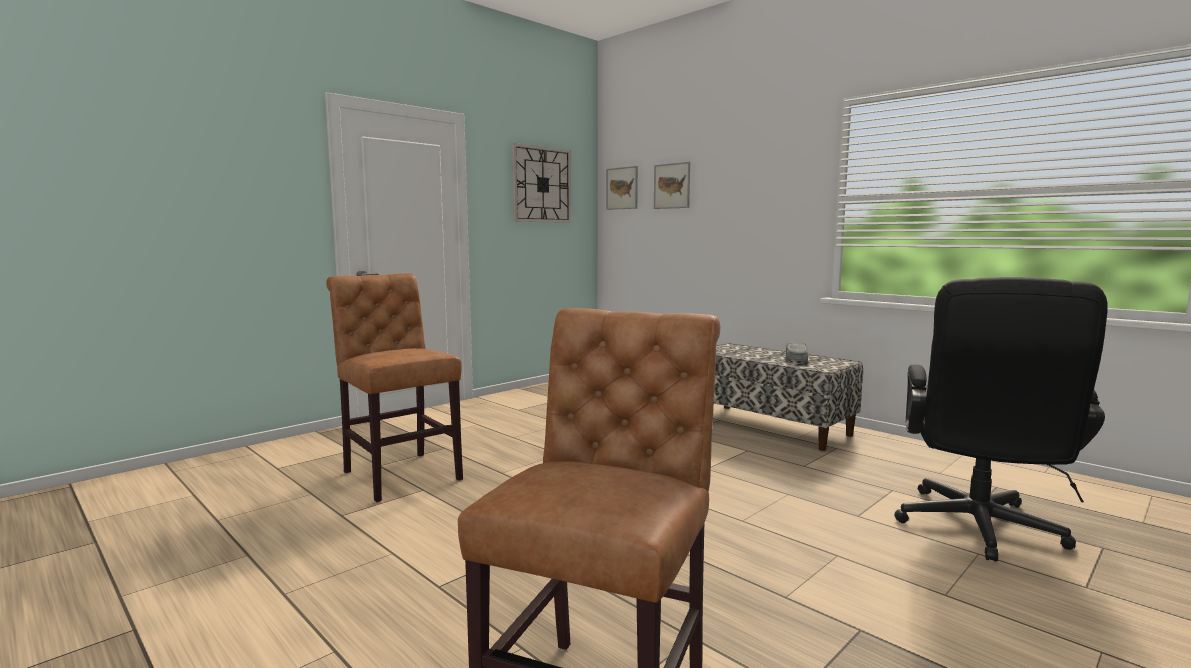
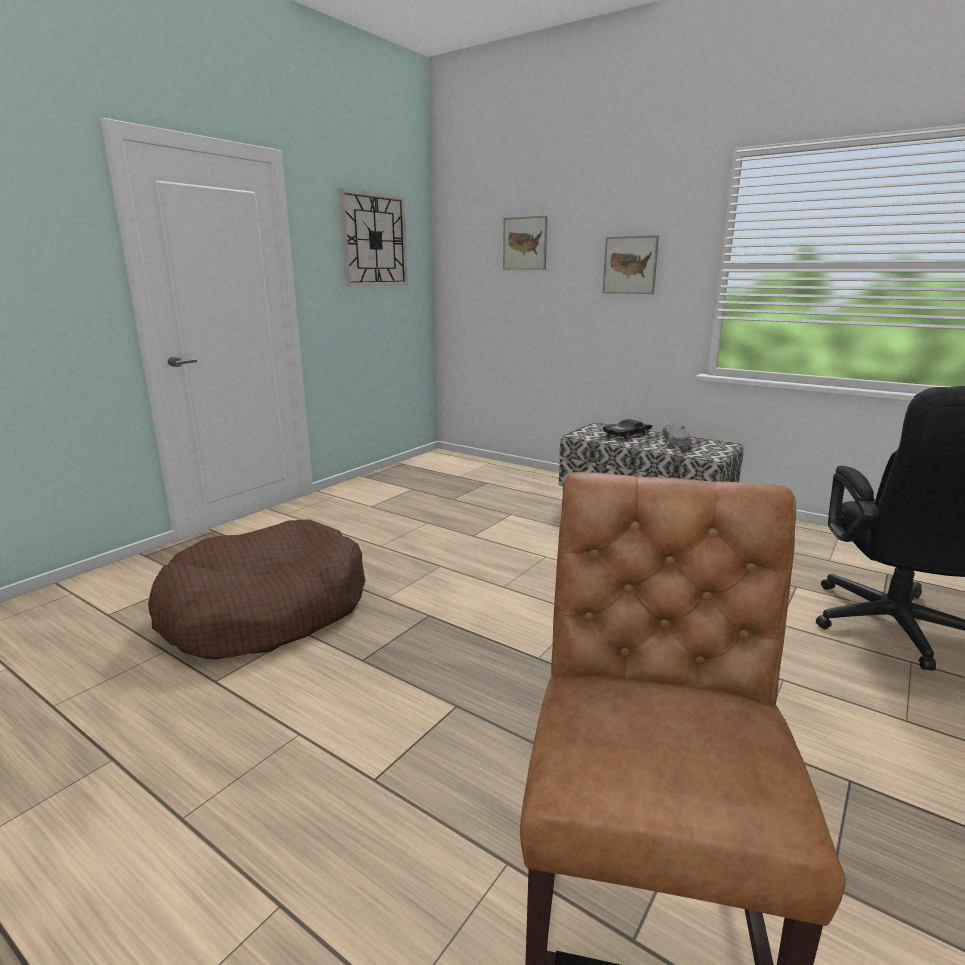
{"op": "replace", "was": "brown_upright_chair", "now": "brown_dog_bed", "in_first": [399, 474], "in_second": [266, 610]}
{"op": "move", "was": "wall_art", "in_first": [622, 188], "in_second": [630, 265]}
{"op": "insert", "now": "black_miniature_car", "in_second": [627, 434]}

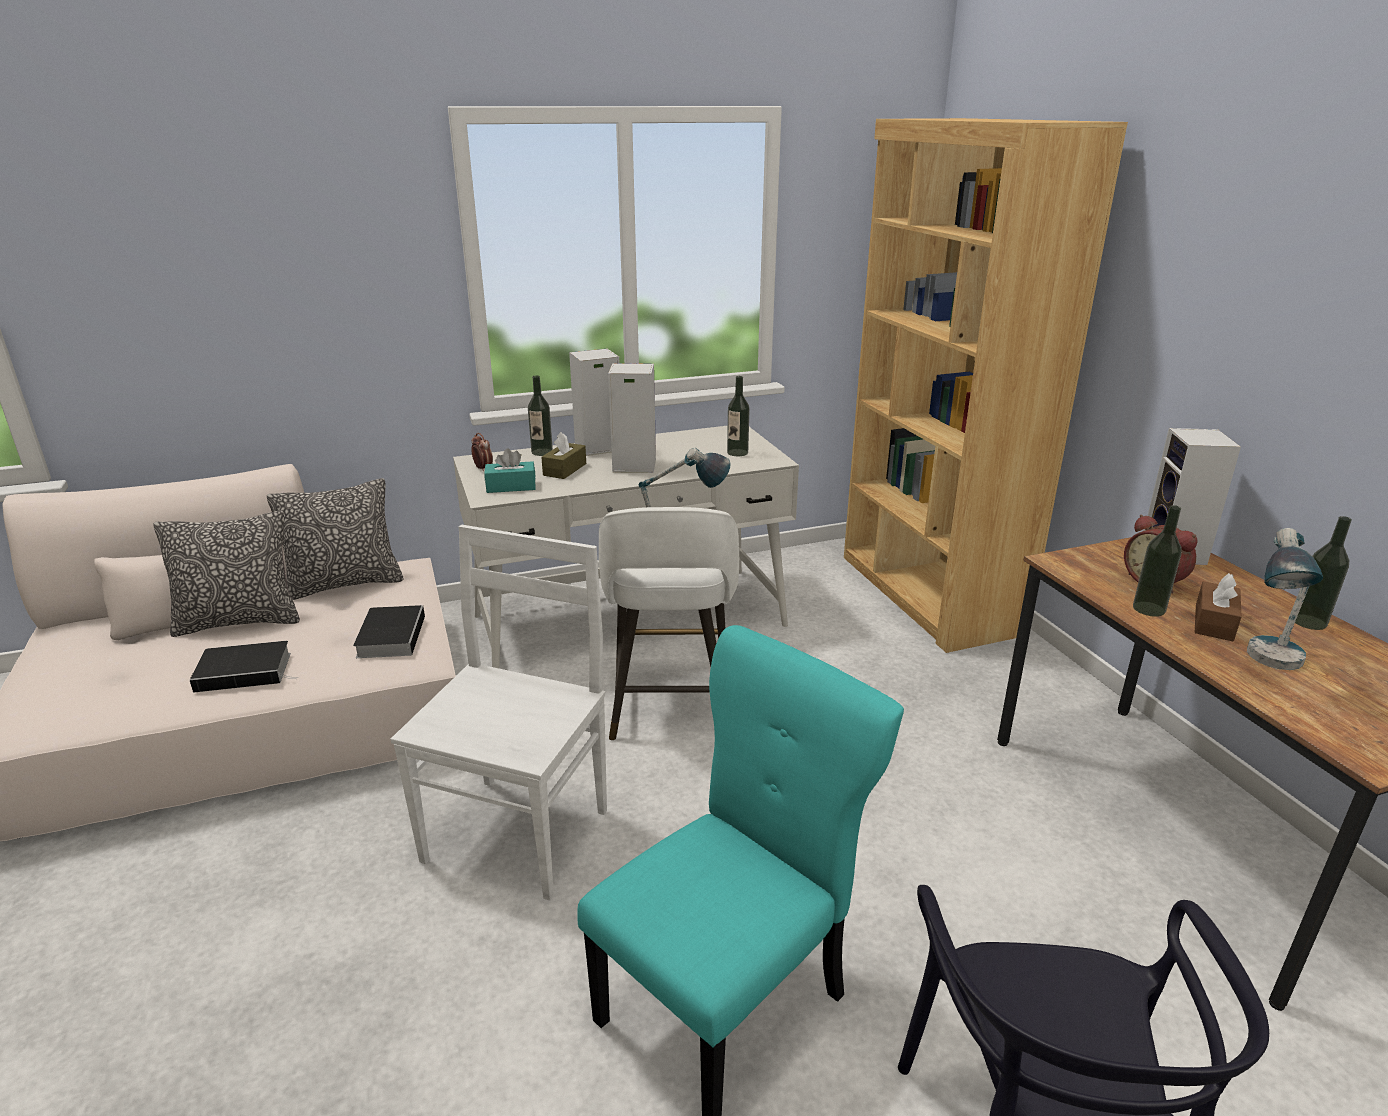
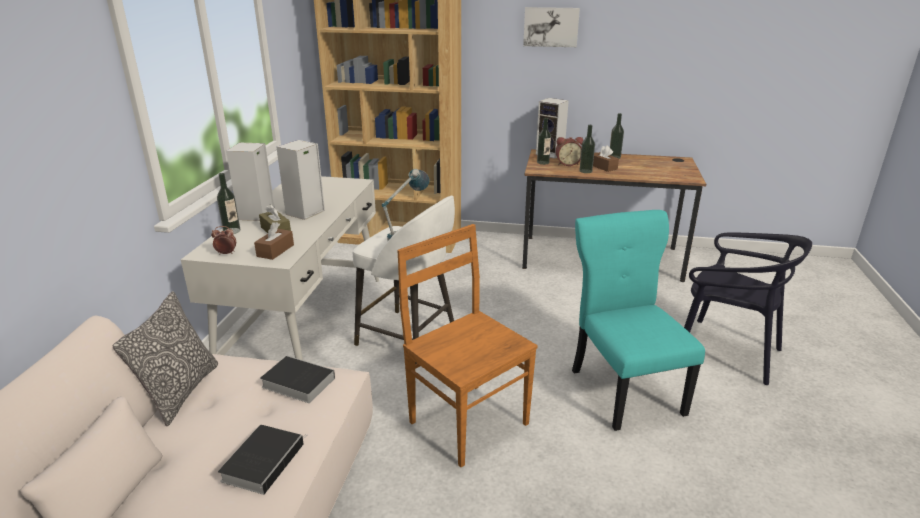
{"op": "recolor", "was": "turquoise-coloured_tissue_box", "now": "brown_tissue_box", "in_first": [511, 486], "in_second": [275, 250]}
{"op": "recolor", "was": "whitish_upright_chair", "now": "brown_upright_chair", "in_first": [519, 832], "in_second": [466, 421]}
{"op": "insert", "now": "wall_art", "in_second": [551, 27]}
{"op": "move", "was": "drink_bottle", "in_first": [737, 452], "in_second": [543, 162]}
{"op": "delete", "was": "cushion", "in_first": [239, 621]}
{"op": "delete", "was": "lamp_for_a_table", "in_first": [1268, 665]}

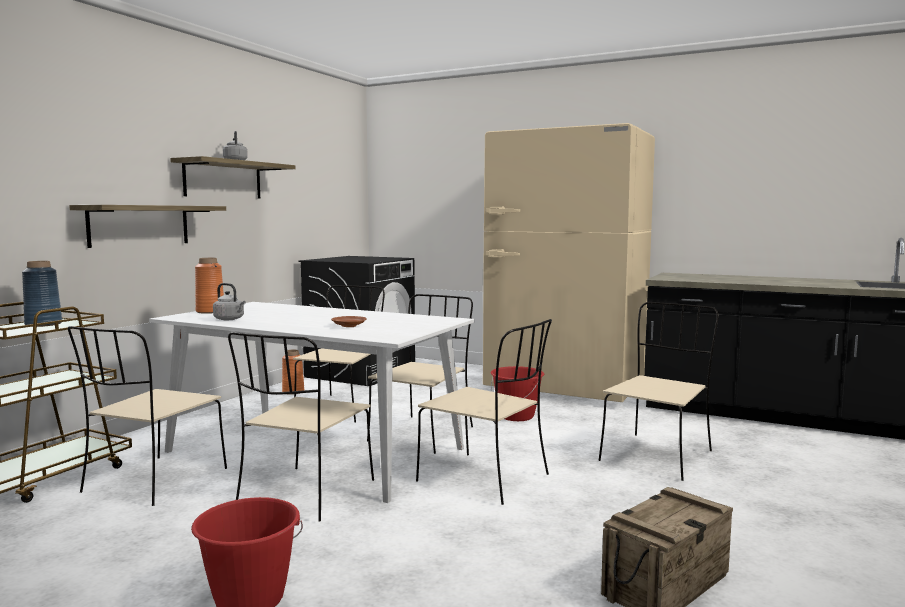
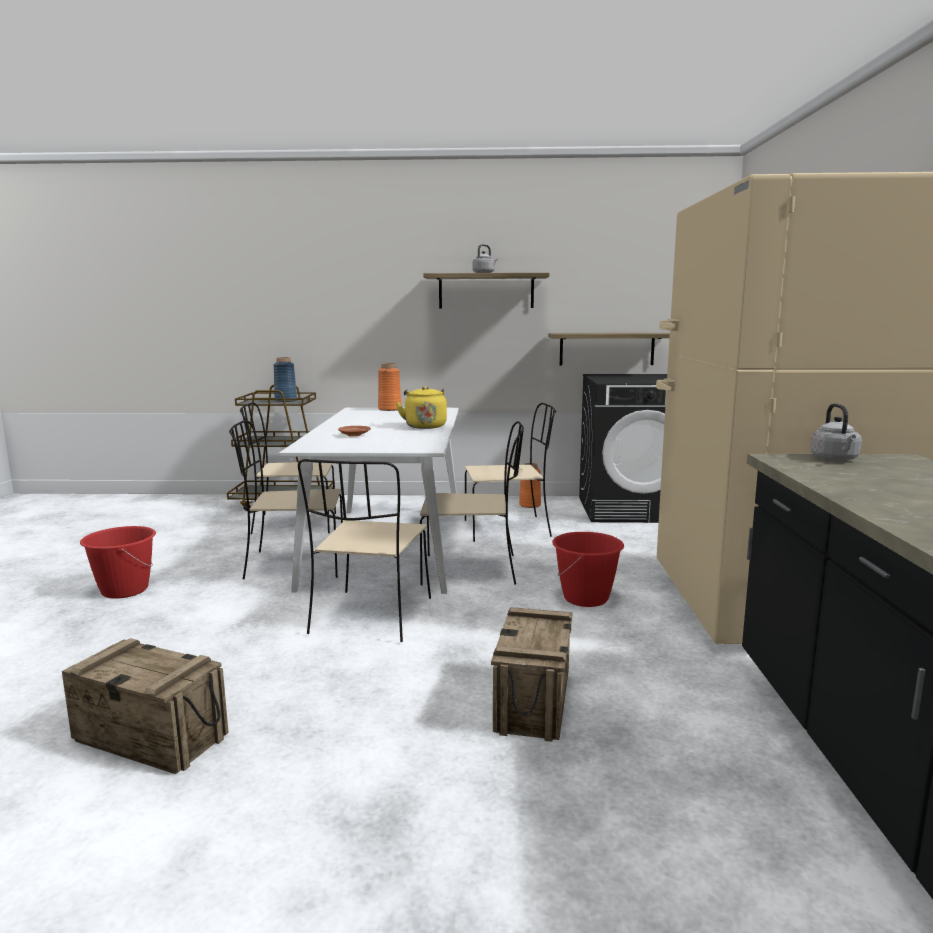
{"op": "insert", "now": "yellow_water_kettle", "in_second": [425, 426]}
{"op": "replace", "was": "beige-coloured_upright_chair", "now": "crate", "in_first": [657, 455], "in_second": [534, 701]}
{"op": "move", "was": "shelf", "in_first": [139, 225], "in_second": [606, 349]}
{"op": "move", "was": "gray_water_kettle", "in_first": [230, 319], "in_second": [835, 459]}

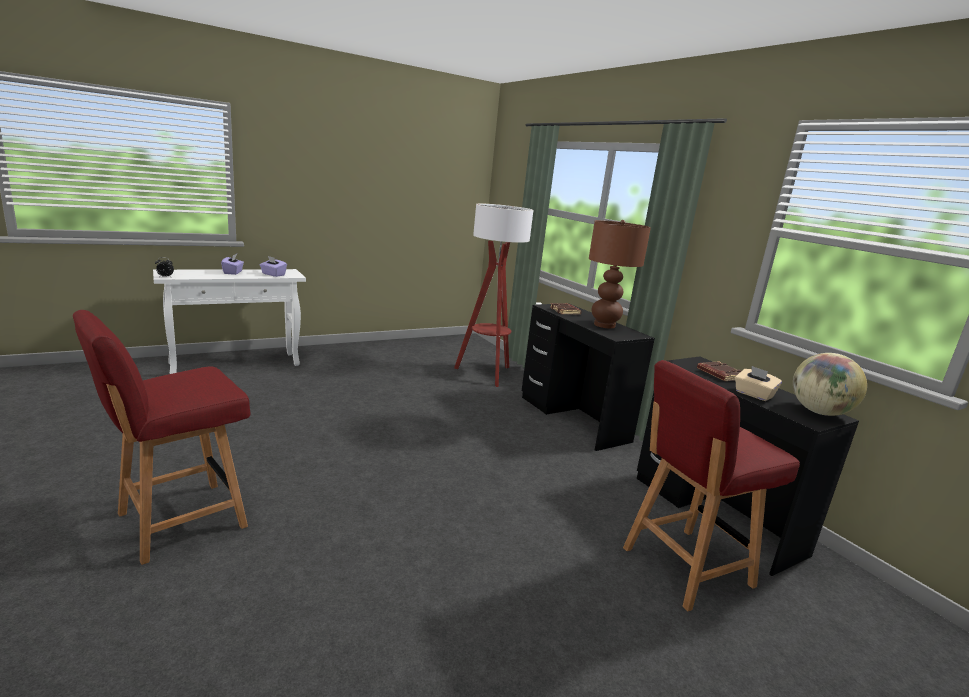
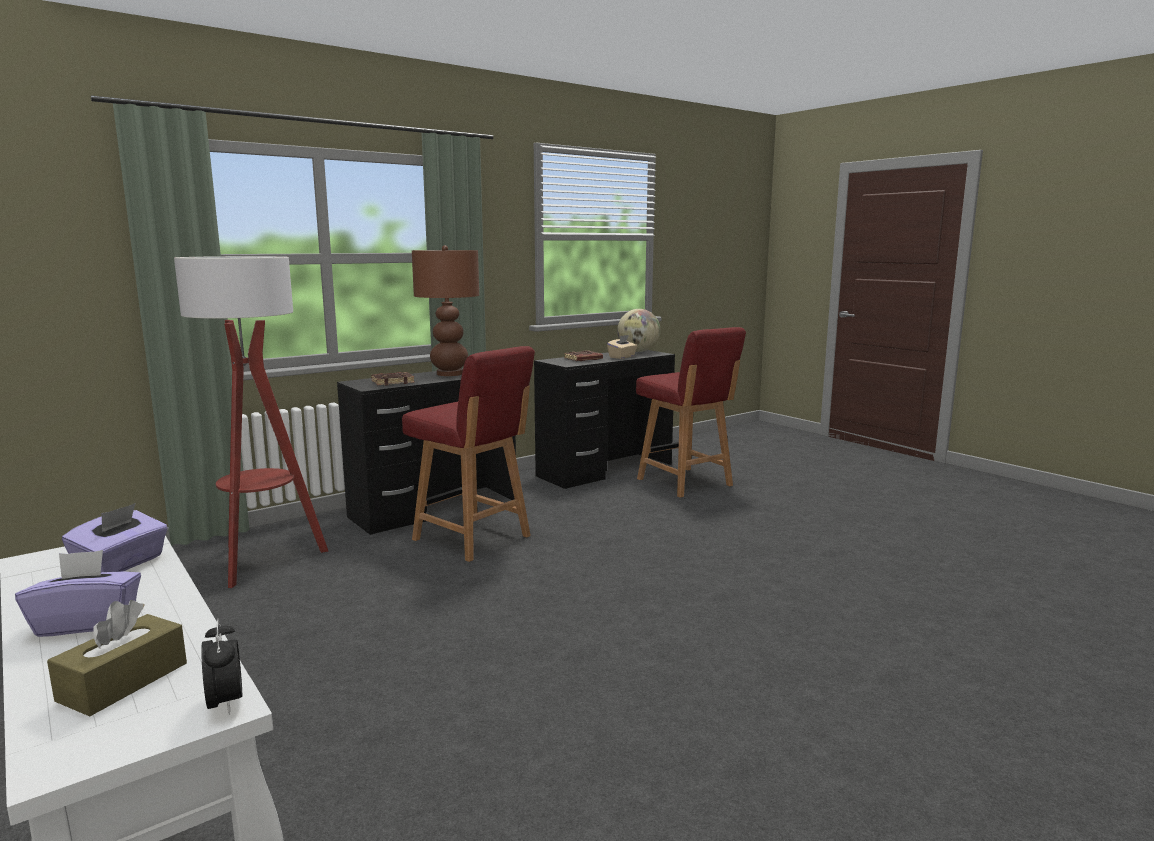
{"op": "insert", "now": "brown_tissue_box", "in_second": [123, 682]}
{"op": "move", "was": "red-coloured_upright_chair", "in_first": [178, 521], "in_second": [473, 538]}

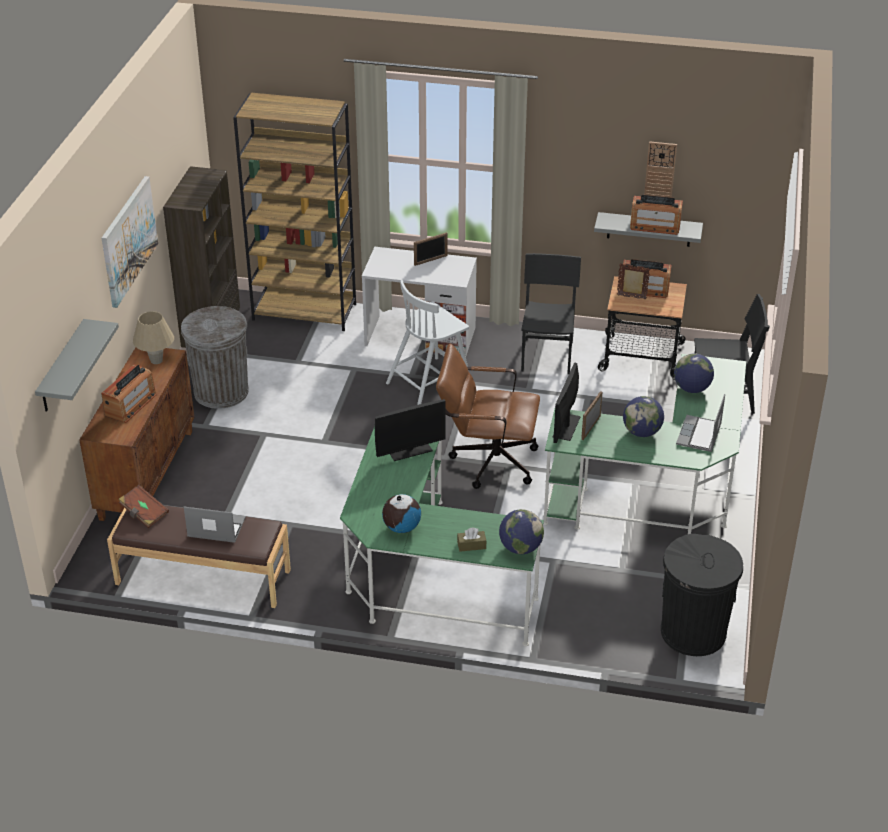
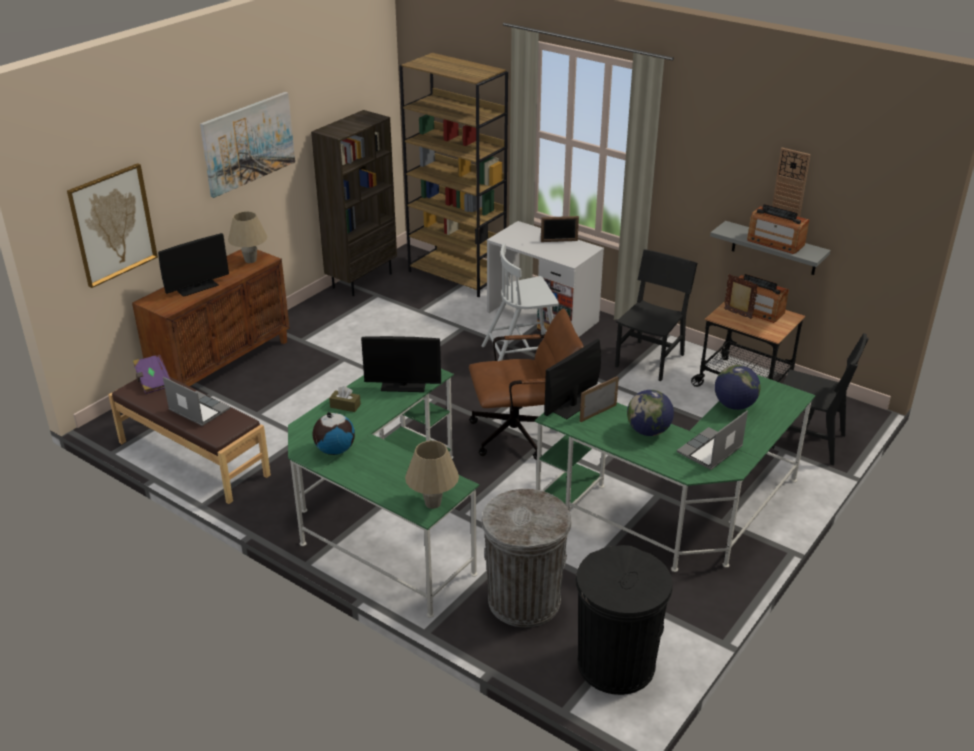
{"op": "replace", "was": "gray_shelf", "now": "wall_art", "in_first": [62, 367], "in_second": [112, 225]}
{"op": "recolor", "was": "brown_volume", "now": "purple-coloured_volume", "in_first": [144, 513], "in_second": [153, 381]}
{"op": "replace", "was": "radio_set", "now": "computer_screen", "in_first": [131, 405], "in_second": [197, 287]}
{"op": "move", "was": "brown_tissue_box", "in_first": [471, 545], "in_second": [345, 406]}
{"op": "replace", "was": "desk_globe", "now": "beige-coloured_lamp_for_a_table", "in_first": [520, 548], "in_second": [433, 503]}
{"op": "rotate", "was": "brown_computer_chair", "in_first": [487, 461], "in_second": [523, 434], "clockwise": 135}
{"op": "move", "was": "gray_trash_can", "in_first": [221, 391], "in_second": [524, 600]}

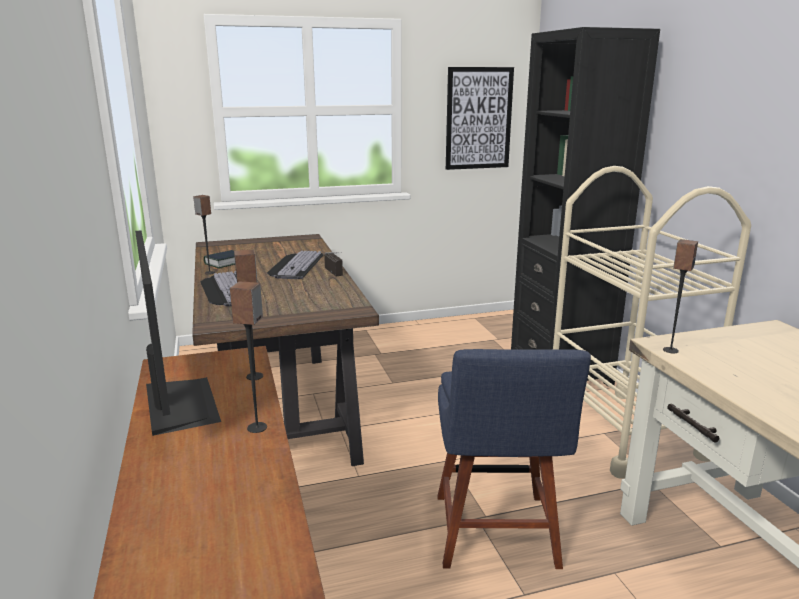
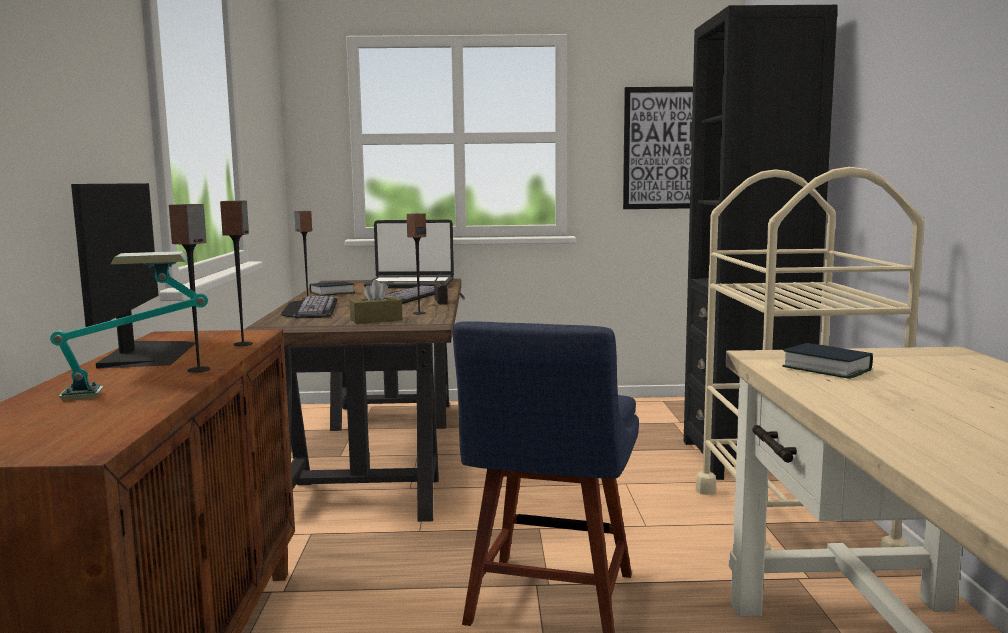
{"op": "insert", "now": "lamp_for_a_table", "in_second": [138, 391]}
{"op": "insert", "now": "brown_tissue_box", "in_second": [376, 320]}
{"op": "insert", "now": "laptop", "in_second": [410, 284]}
{"op": "move", "was": "audio_speaker", "in_first": [670, 350], "in_second": [419, 313]}
{"op": "insert", "now": "volume", "in_second": [826, 369]}

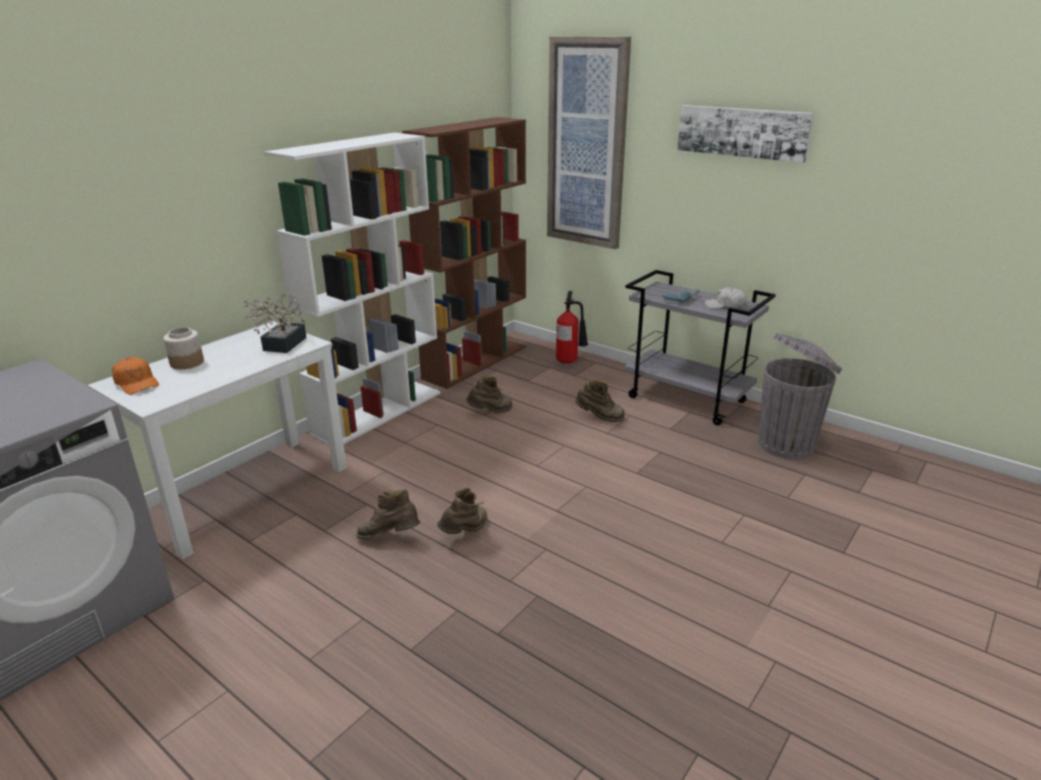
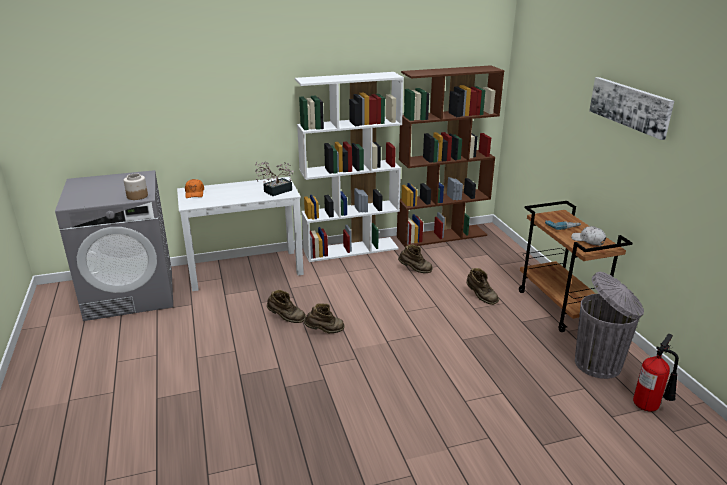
{"op": "move", "was": "storage_jar", "in_first": [186, 363], "in_second": [137, 196]}
{"op": "rotate", "was": "brown_high-top_boot", "in_first": [390, 538], "in_second": [286, 319], "clockwise": 150}
{"op": "recolor", "was": "gray_wheeled_cart", "now": "brown_wheeled_cart", "in_first": [687, 399], "in_second": [561, 307]}
{"op": "move", "was": "fire_extinguisher", "in_first": [570, 361], "in_second": [649, 407]}
{"op": "delete", "was": "wall_art", "in_first": [587, 145]}

